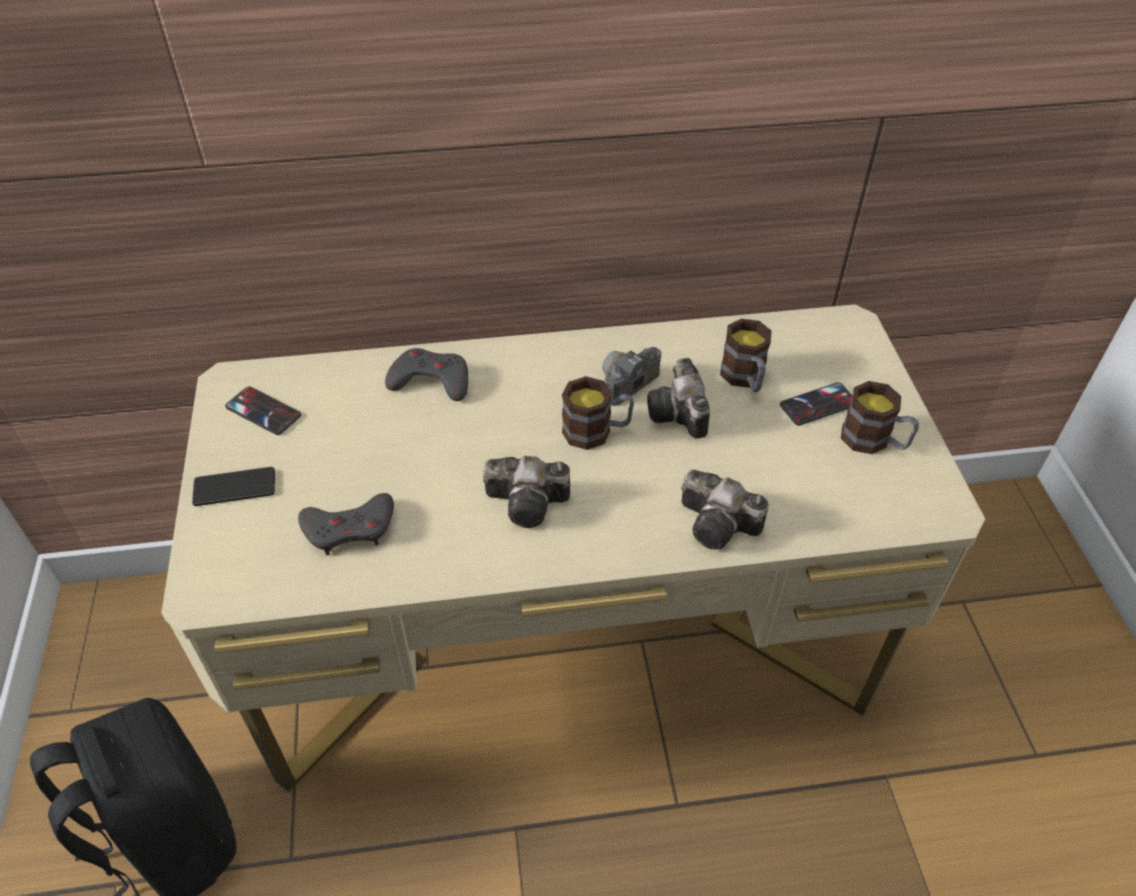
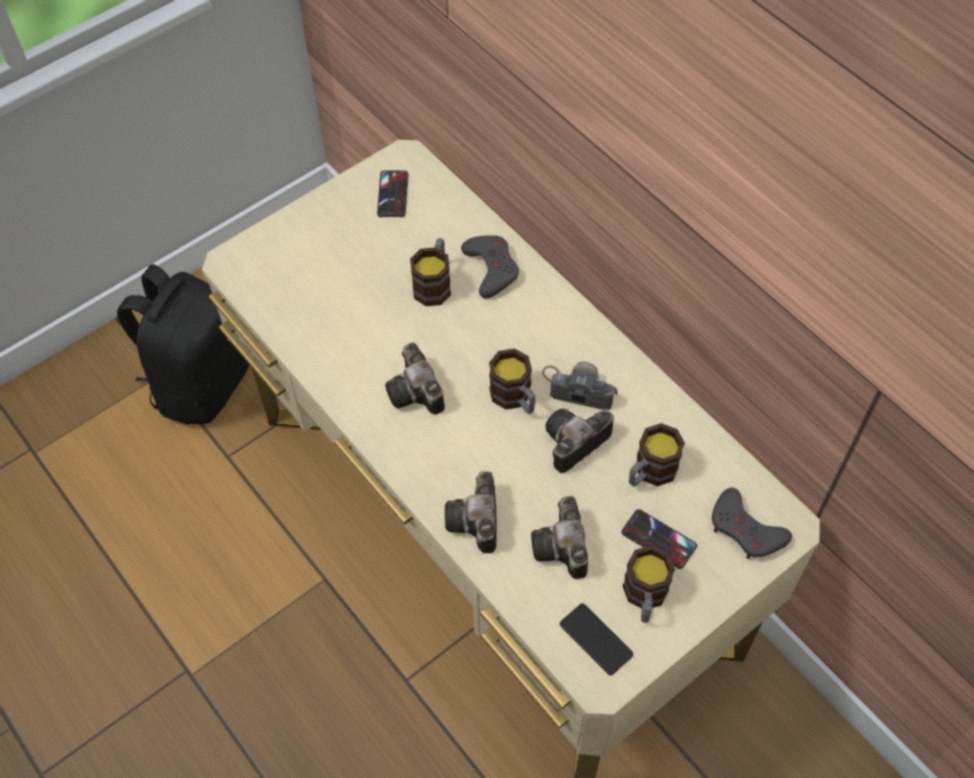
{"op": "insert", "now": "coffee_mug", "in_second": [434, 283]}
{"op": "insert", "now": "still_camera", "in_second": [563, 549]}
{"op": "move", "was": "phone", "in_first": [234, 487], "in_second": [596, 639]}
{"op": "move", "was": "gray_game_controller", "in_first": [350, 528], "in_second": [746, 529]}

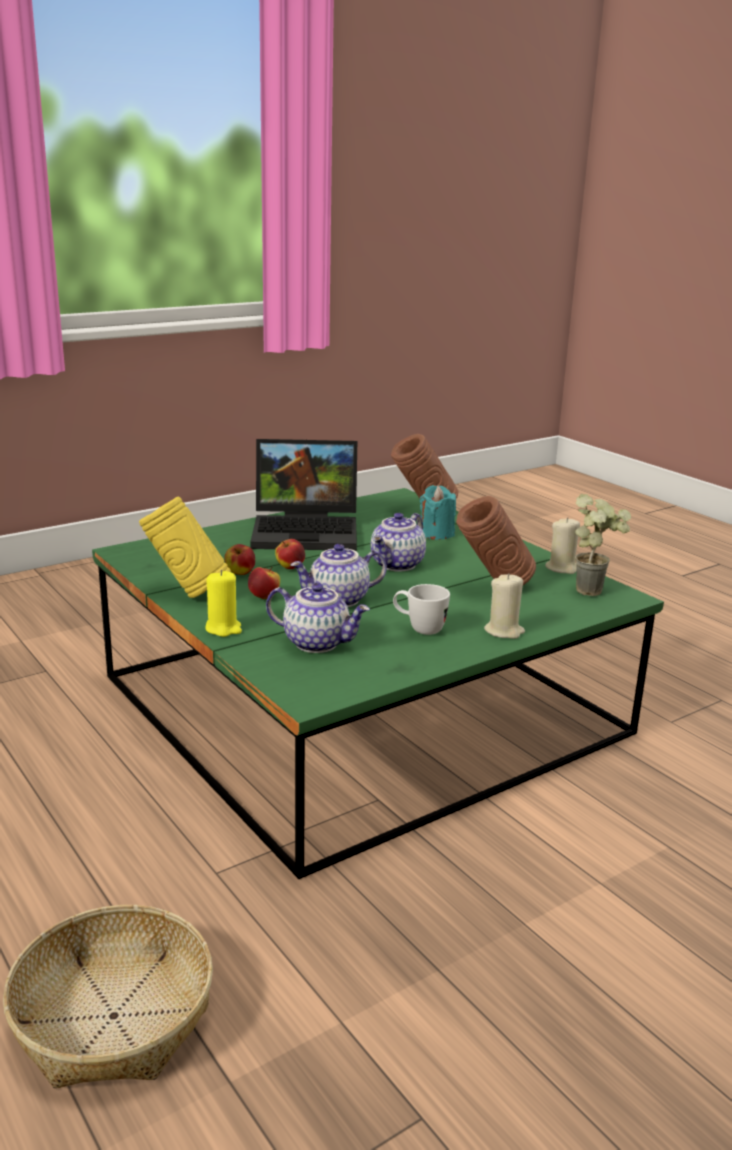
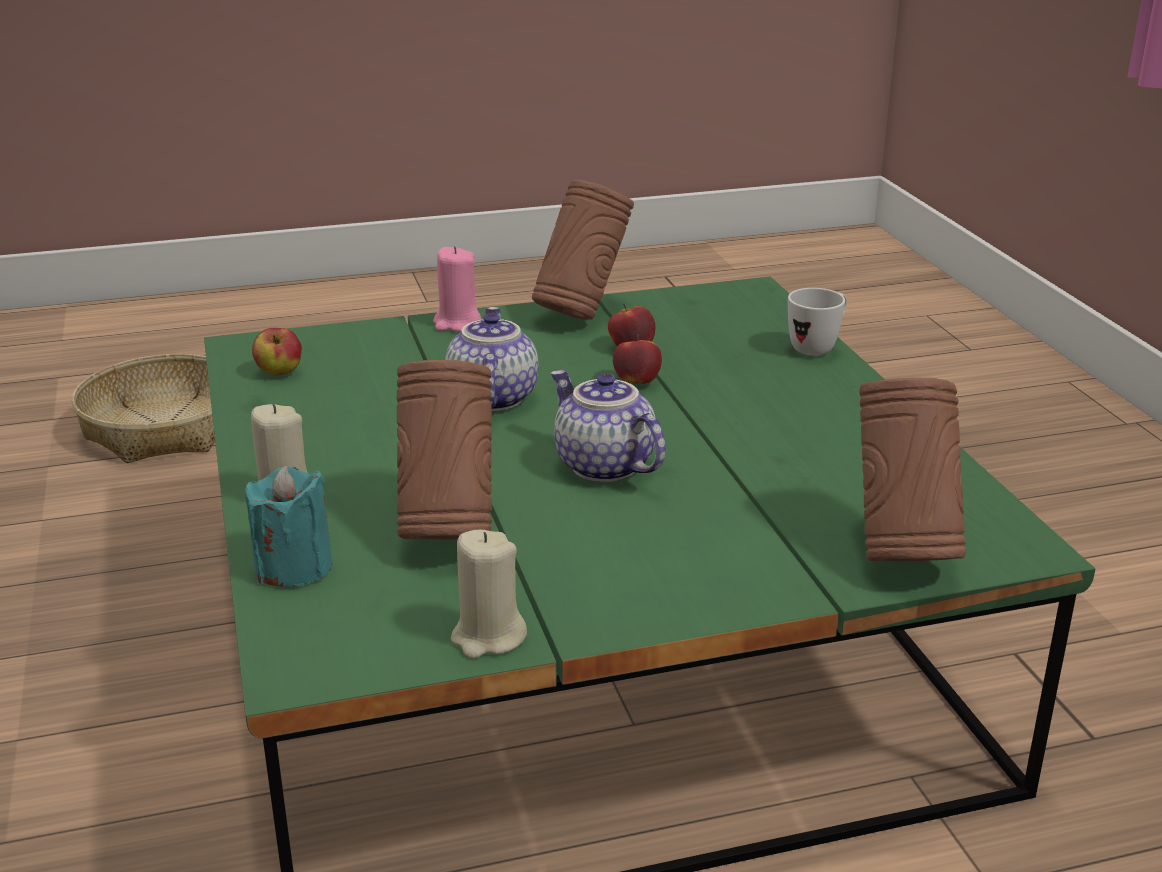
{"op": "move", "was": "turquoise-coloured_wax_light", "in_first": [436, 534], "in_second": [293, 567]}
{"op": "move", "was": "apple_fruit", "in_first": [264, 597], "in_second": [279, 373]}
{"op": "recolor", "was": "yellow_wax_light", "now": "pinkish_wax_light", "in_first": [223, 628], "in_second": [457, 323]}
{"op": "recolor", "was": "yellow_decorative_vase", "now": "brown_decorative_vase", "in_first": [187, 593], "in_second": [581, 314]}
{"op": "move", "was": "whitish_coffee_mug", "in_first": [419, 629], "in_second": [818, 347]}
{"op": "delete", "was": "laptop", "in_first": [308, 531]}
{"op": "delete", "was": "pot_for_tea", "in_first": [318, 642]}
{"op": "delete", "was": "plant_in_a_pot", "in_first": [594, 590]}

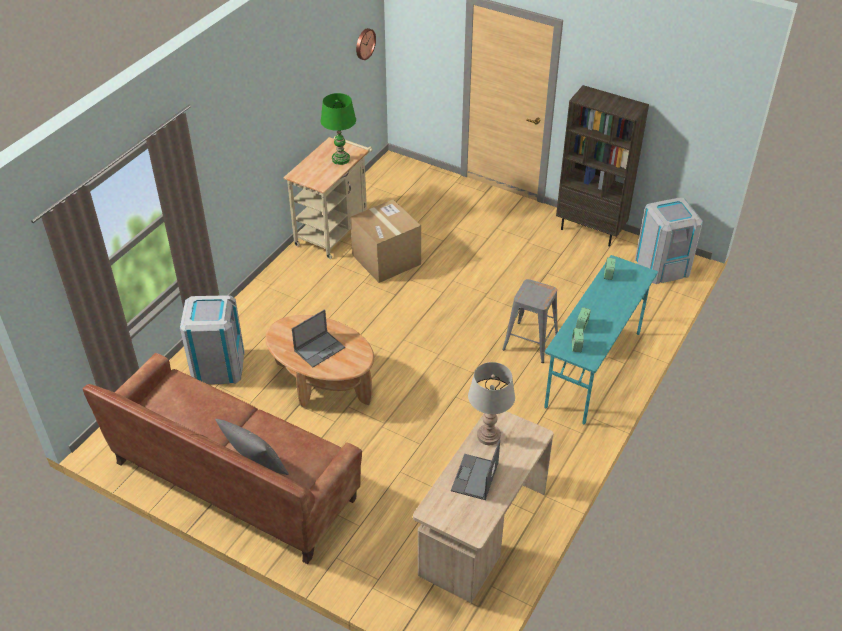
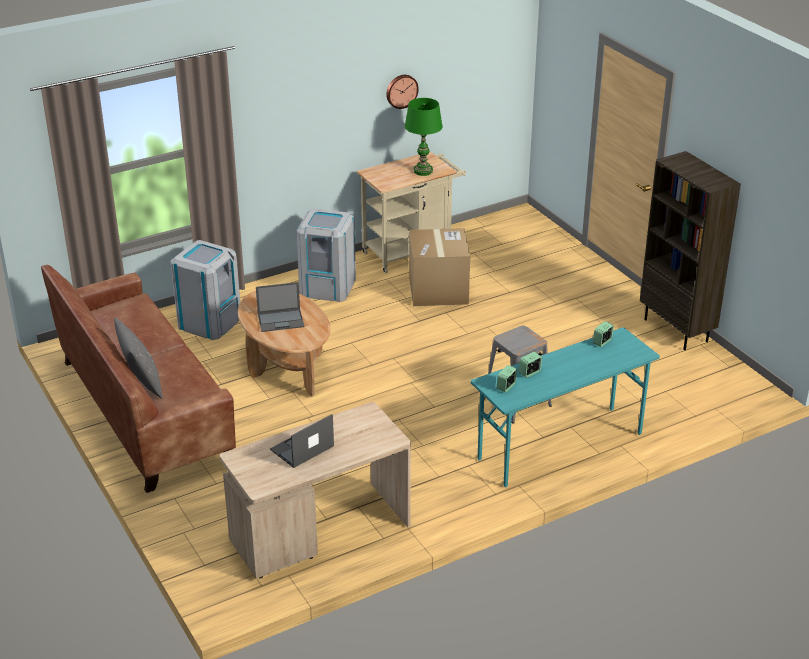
{"op": "move", "was": "gray_trash_can", "in_first": [662, 266], "in_second": [328, 287]}
{"op": "move", "was": "hanging_clock", "in_first": [364, 43], "in_second": [401, 91]}
{"op": "delete", "was": "gray_lamp_for_a_table", "in_first": [488, 436]}

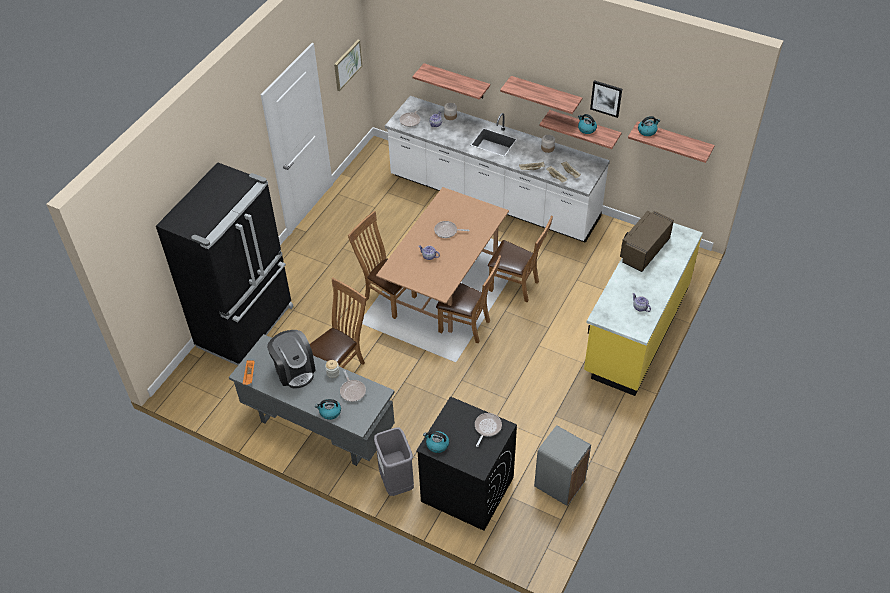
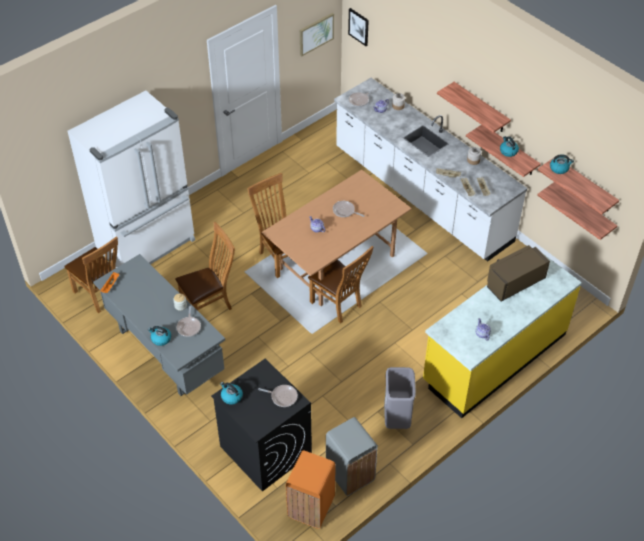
{"op": "move", "was": "brown_upright_chair", "in_first": [517, 286], "in_second": [100, 295]}
{"op": "recolor", "was": "black_fridge", "now": "whitish_fridge", "in_first": [247, 327], "in_second": [148, 246]}
{"op": "rotate", "was": "frying_pan", "in_first": [487, 428], "in_second": [282, 397], "clockwise": 60}
{"op": "insert", "now": "orange_trash_can", "in_second": [310, 507]}
{"op": "move", "was": "wall_art", "in_first": [606, 98], "in_second": [359, 26]}
{"op": "move", "was": "gray_trash_can", "in_first": [396, 482], "in_second": [396, 418]}
{"op": "move", "was": "shelf", "in_first": [456, 81], "in_second": [583, 210]}
{"op": "delete", "was": "coffee_brewer", "in_first": [294, 370]}

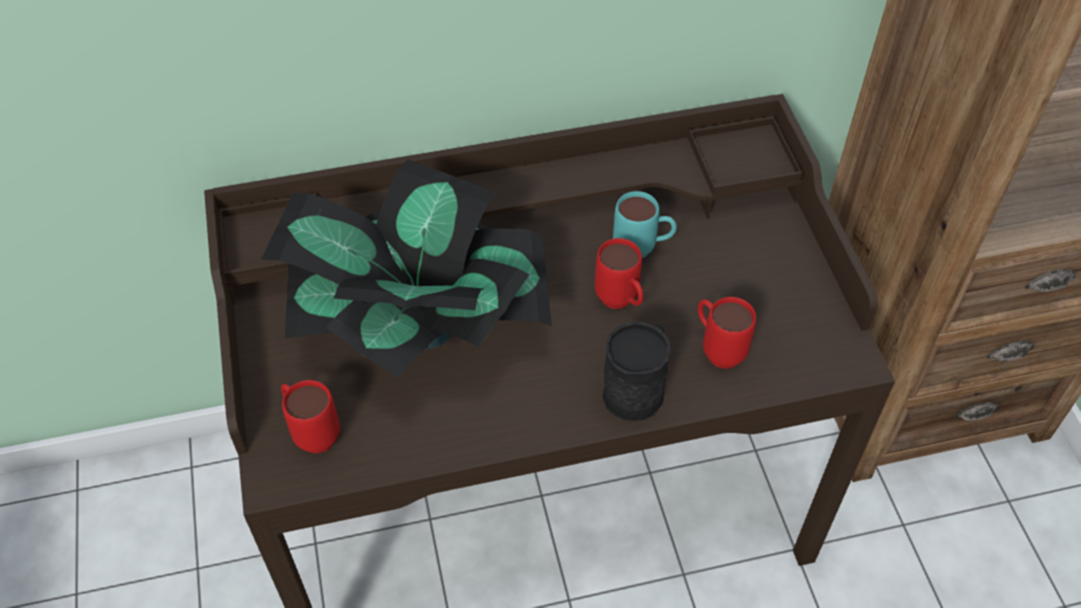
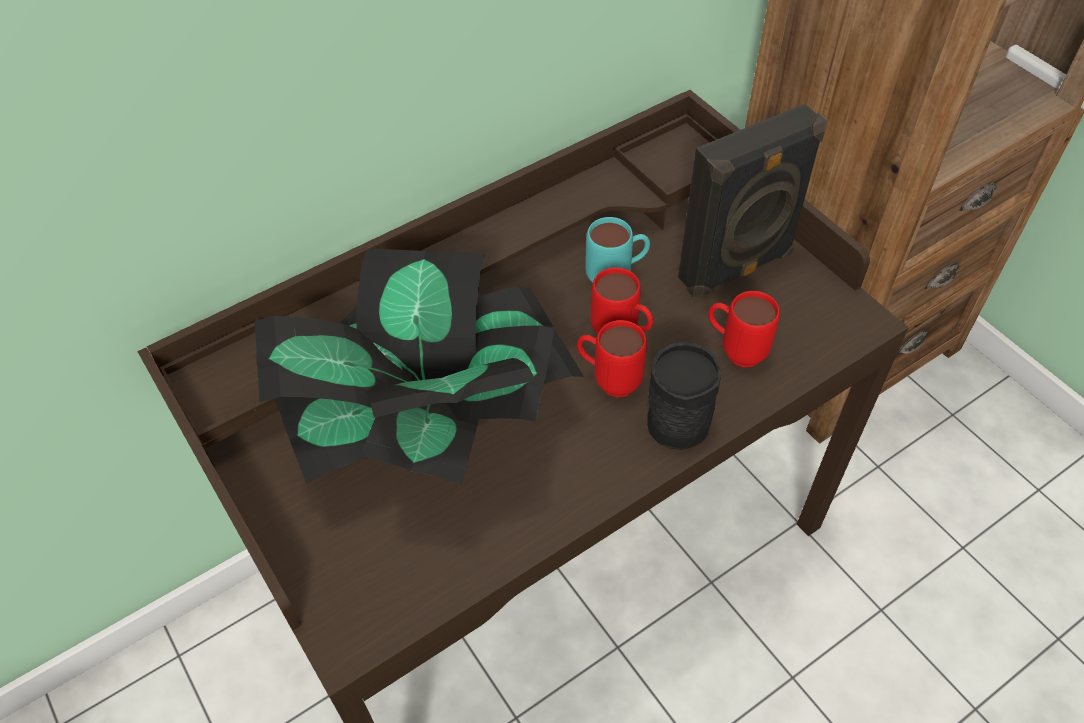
{"op": "move", "was": "red-coloured_coffee_mug", "in_first": [311, 432], "in_second": [608, 380]}
{"op": "insert", "now": "black_audio_speaker", "in_second": [737, 268]}

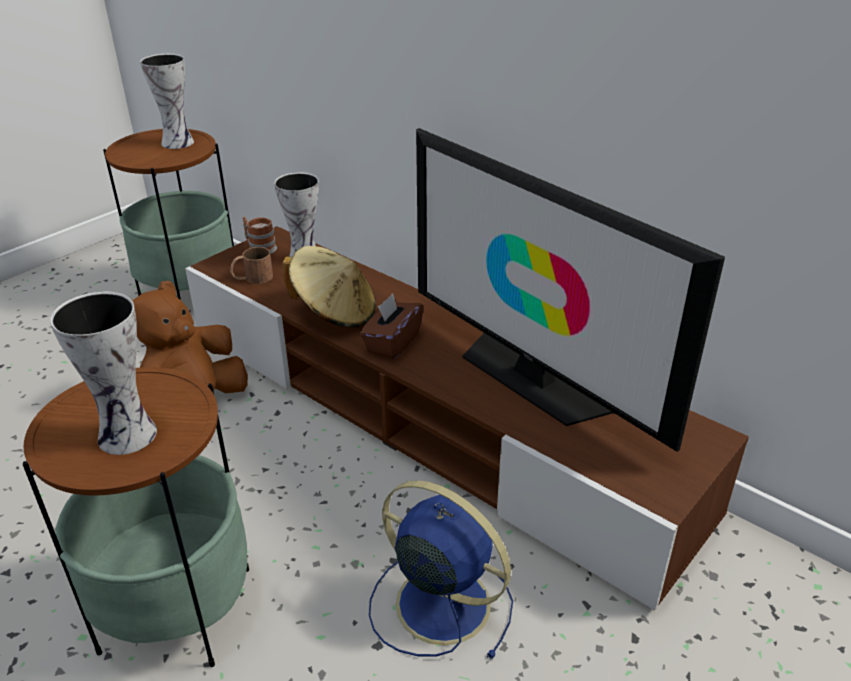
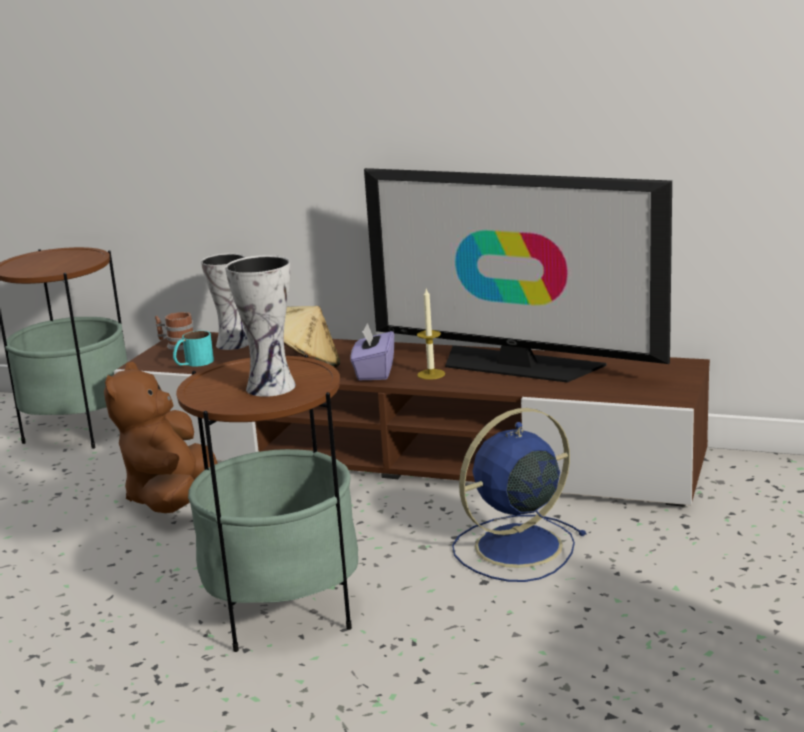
{"op": "recolor", "was": "brown_coffee_mug", "now": "turquoise-coloured_coffee_mug", "in_first": [252, 278], "in_second": [193, 363]}
{"op": "recolor", "was": "brown_tissue_box", "now": "purple-coloured_tissue_box", "in_first": [392, 343], "in_second": [374, 372]}
{"op": "insert", "now": "wax_light", "in_second": [431, 374]}
{"op": "rotate", "was": "blue-coloured_electric_fan", "in_first": [439, 602], "in_second": [515, 548], "clockwise": -45}
{"op": "delete", "was": "decorative_vase", "in_first": [178, 142]}

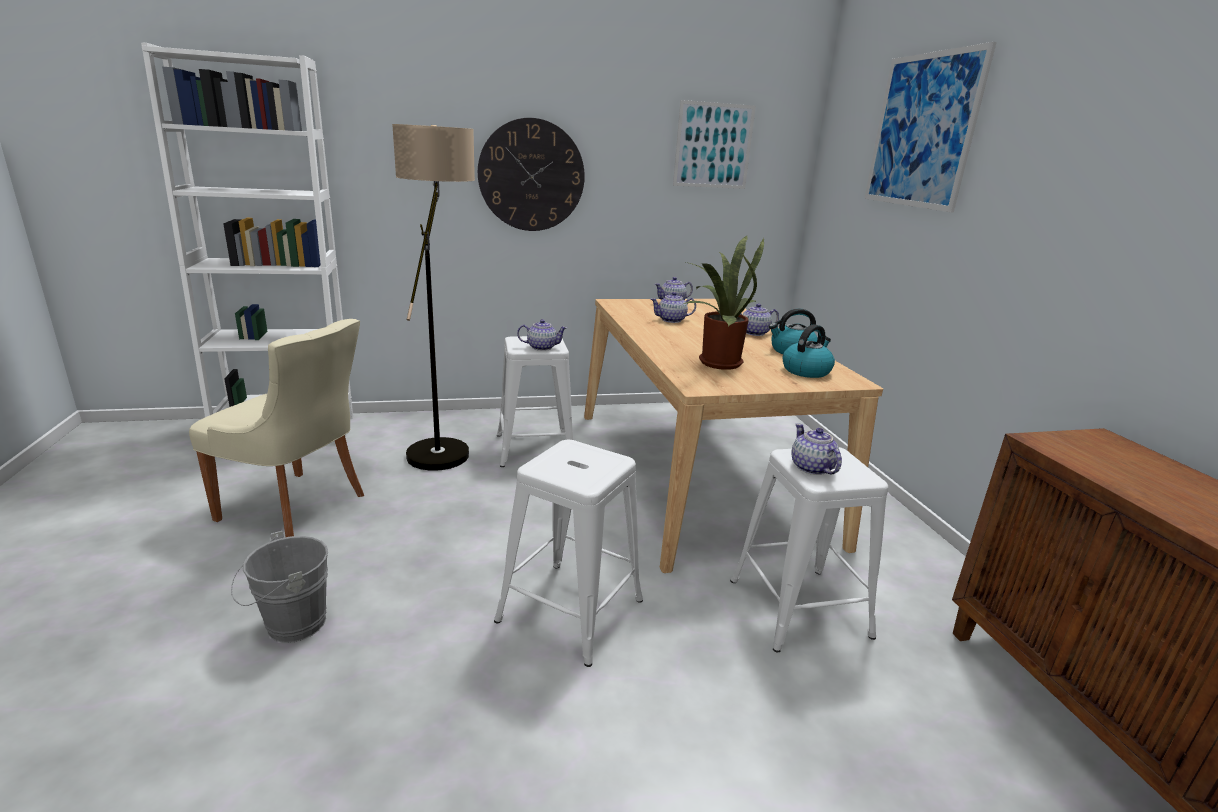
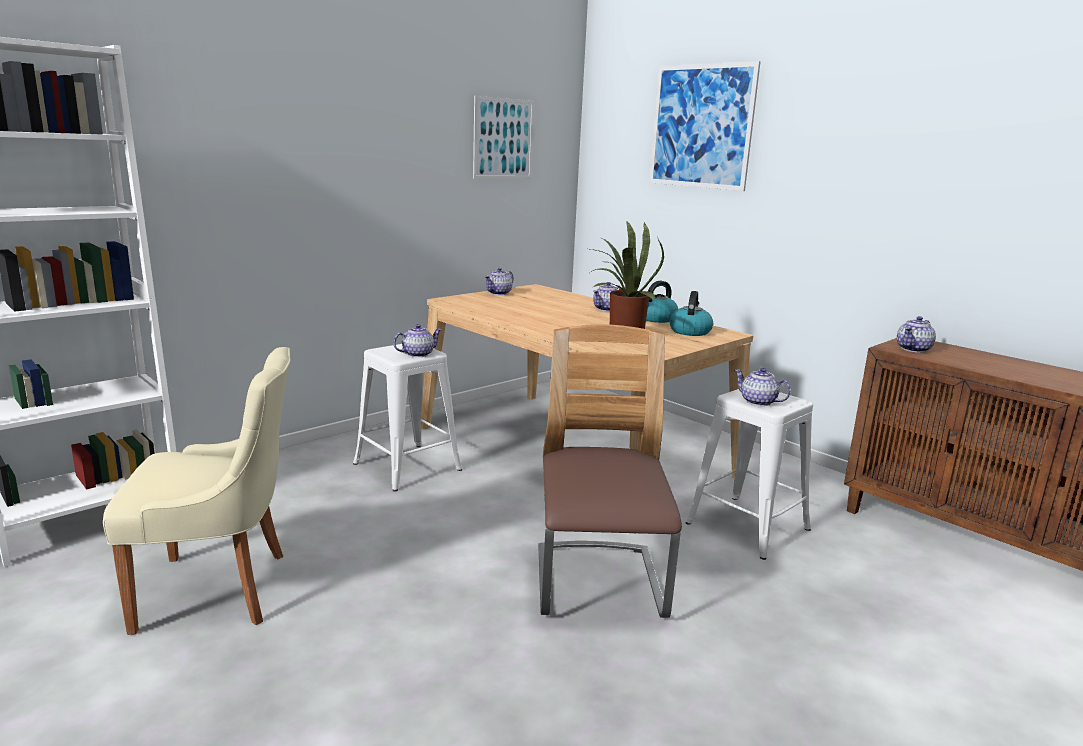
{"op": "replace", "was": "whitish_stool_seat", "now": "upright_chair", "in_first": [571, 610], "in_second": [598, 584]}
{"op": "move", "was": "pot_for_tea", "in_first": [672, 320], "in_second": [914, 349]}
{"op": "delete", "was": "gray_pail", "in_first": [290, 626]}
{"op": "delete", "was": "floor_lamp", "in_first": [443, 445]}
{"op": "delete", "was": "hanging_clock", "in_first": [531, 175]}

